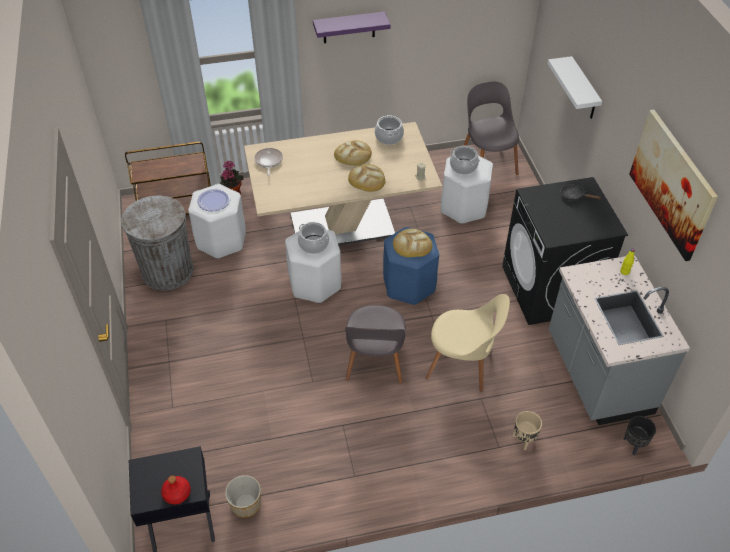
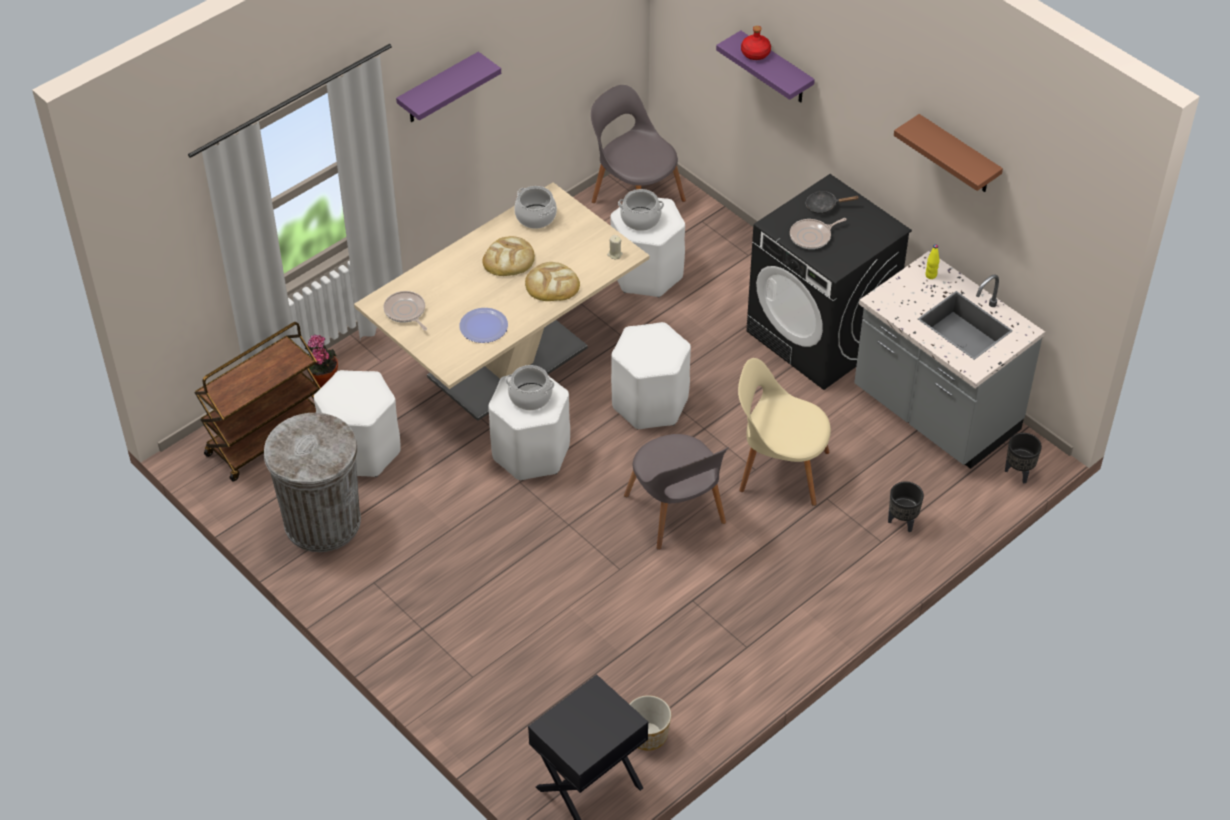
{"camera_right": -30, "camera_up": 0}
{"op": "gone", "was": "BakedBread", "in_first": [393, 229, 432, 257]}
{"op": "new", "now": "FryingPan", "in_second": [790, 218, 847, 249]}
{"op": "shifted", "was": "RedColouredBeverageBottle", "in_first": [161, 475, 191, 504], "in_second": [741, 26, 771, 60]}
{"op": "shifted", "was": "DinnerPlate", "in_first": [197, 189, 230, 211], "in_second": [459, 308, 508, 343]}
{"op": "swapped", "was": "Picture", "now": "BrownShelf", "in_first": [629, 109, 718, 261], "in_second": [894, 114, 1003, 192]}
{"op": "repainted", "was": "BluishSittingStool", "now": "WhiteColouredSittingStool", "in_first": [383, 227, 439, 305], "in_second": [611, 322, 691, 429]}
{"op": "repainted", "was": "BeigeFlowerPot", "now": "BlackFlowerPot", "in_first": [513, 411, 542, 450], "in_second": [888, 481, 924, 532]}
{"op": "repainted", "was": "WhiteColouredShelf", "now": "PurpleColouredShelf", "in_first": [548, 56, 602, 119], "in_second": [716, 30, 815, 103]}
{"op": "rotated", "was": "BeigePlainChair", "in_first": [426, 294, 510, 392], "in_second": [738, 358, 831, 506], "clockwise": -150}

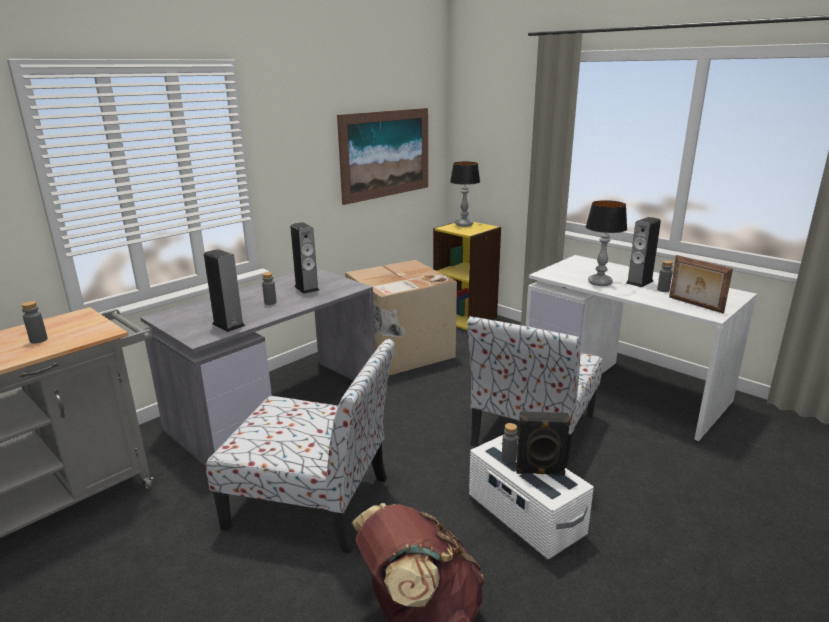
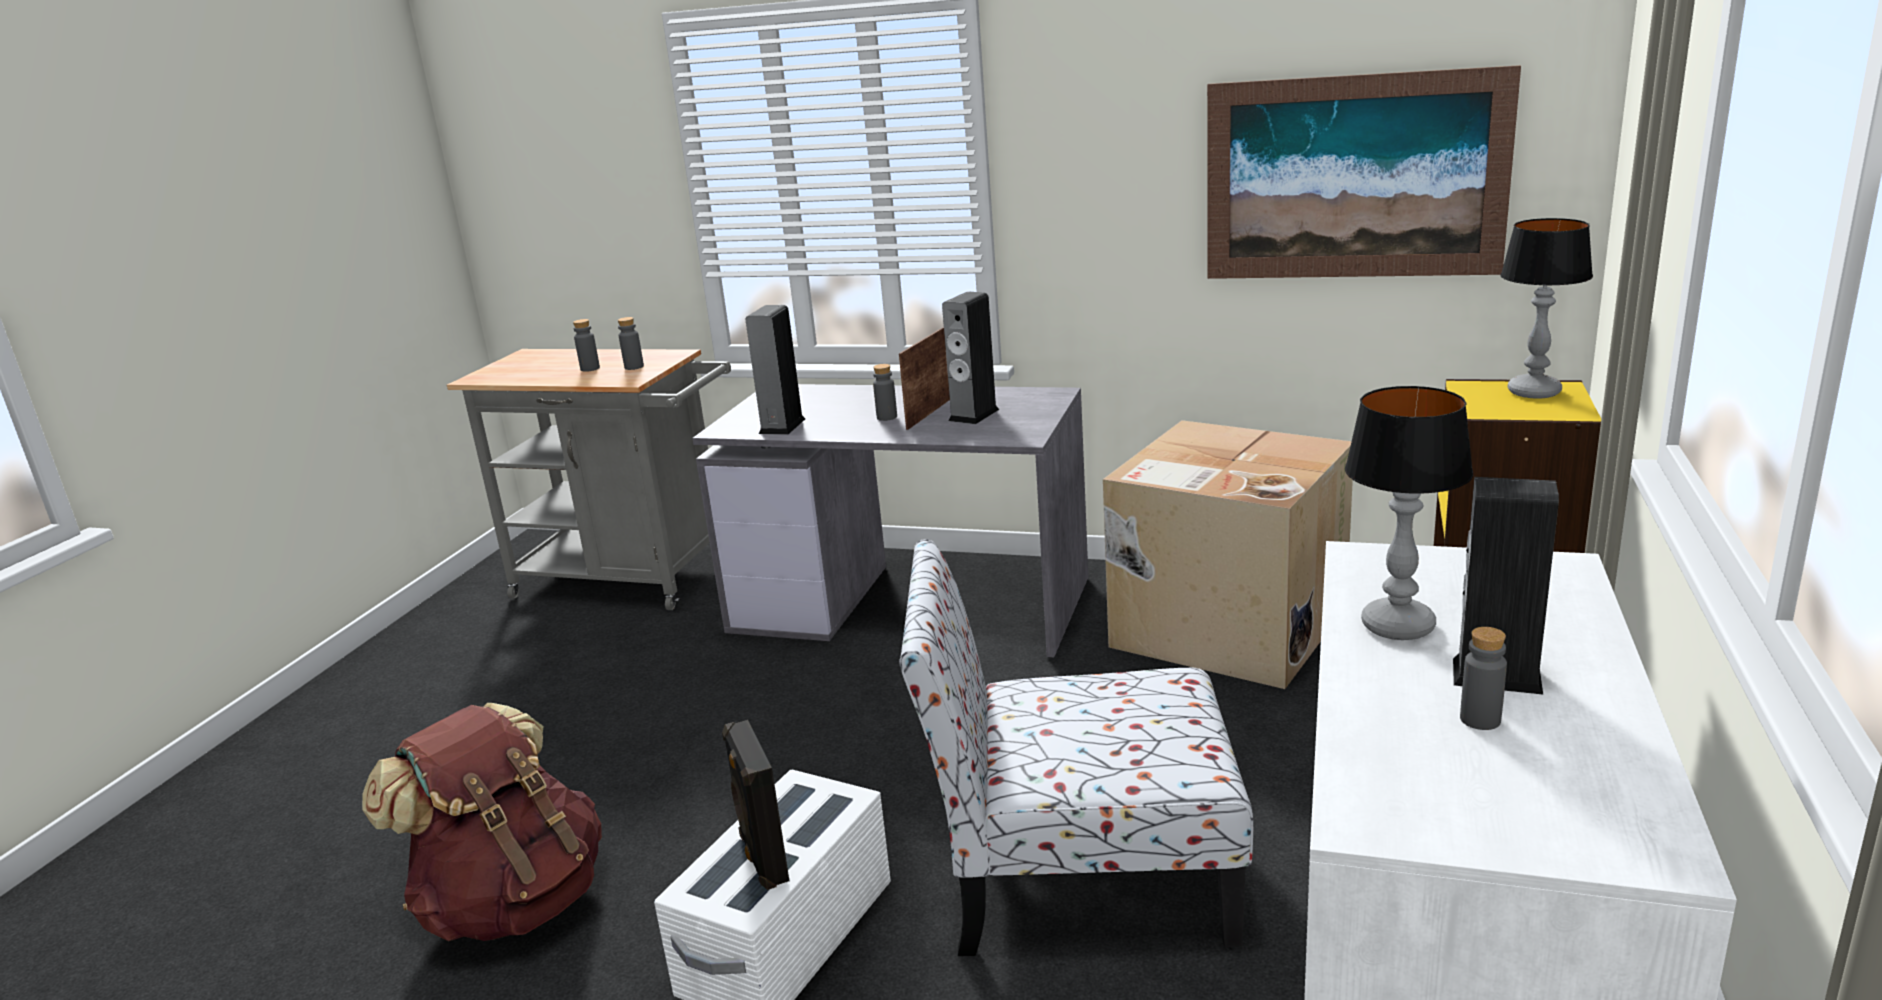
{"camera_right": 65, "camera_up": 0}
{"op": "gone", "was": "PlainChair", "in_first": [206, 339, 395, 554]}
{"op": "shifted", "was": "GreyBeverageBottle", "in_first": [502, 423, 518, 463], "in_second": [618, 317, 644, 370]}
{"op": "shifted", "was": "StandingFrame", "in_first": [669, 255, 733, 314], "in_second": [899, 327, 950, 430]}

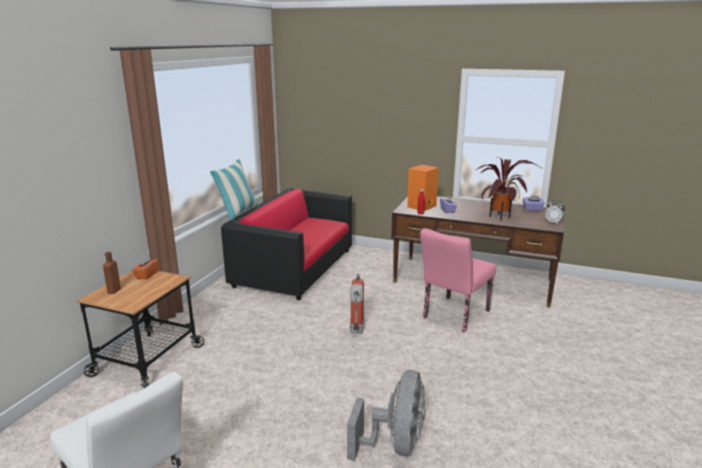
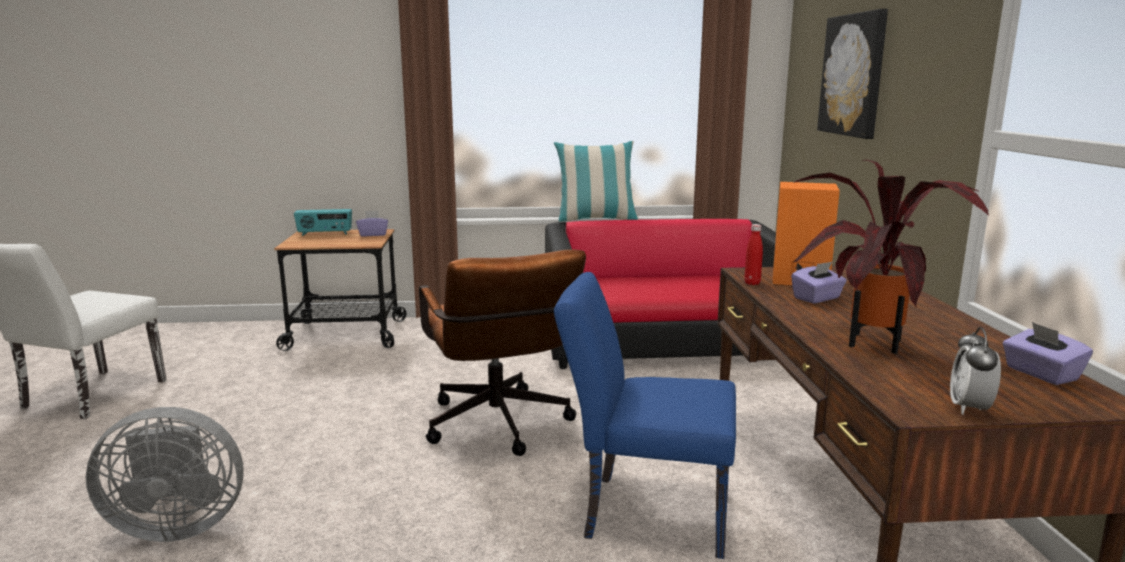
{"camera_right": 65, "camera_up": -5}
{"op": "new", "now": "Picture", "in_second": [817, 9, 888, 139]}
{"op": "swapped", "was": "BrownBeverageBottle", "now": "RadioSet", "in_first": [103, 252, 121, 294], "in_second": [294, 209, 352, 236]}
{"op": "swapped", "was": "FireExtinguisher", "now": "BrownDeskChair", "in_first": [350, 274, 365, 334], "in_second": [419, 249, 586, 456]}
{"op": "repainted", "was": "OrangeyTissueBox", "now": "PurpleColouredTissueBox", "in_first": [132, 255, 159, 280], "in_second": [356, 211, 388, 237]}
{"op": "repainted", "was": "PinkishPlainChair", "now": "BluishPlainChair", "in_first": [420, 228, 496, 332], "in_second": [554, 272, 736, 559]}

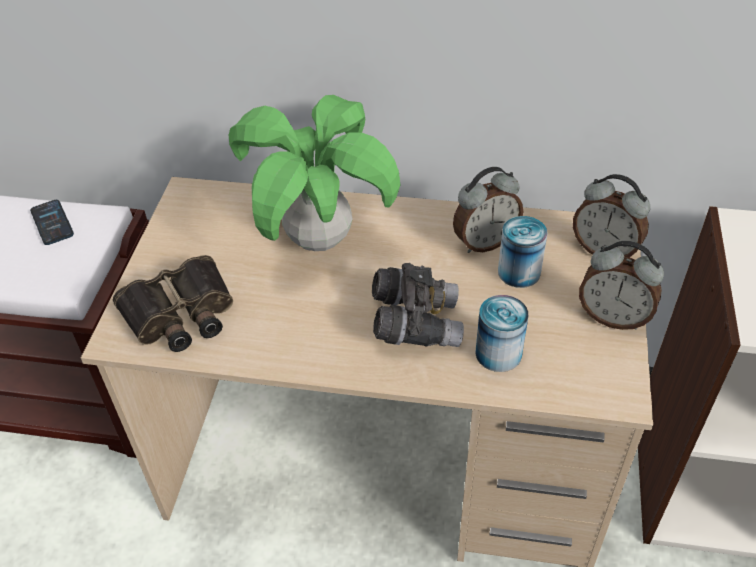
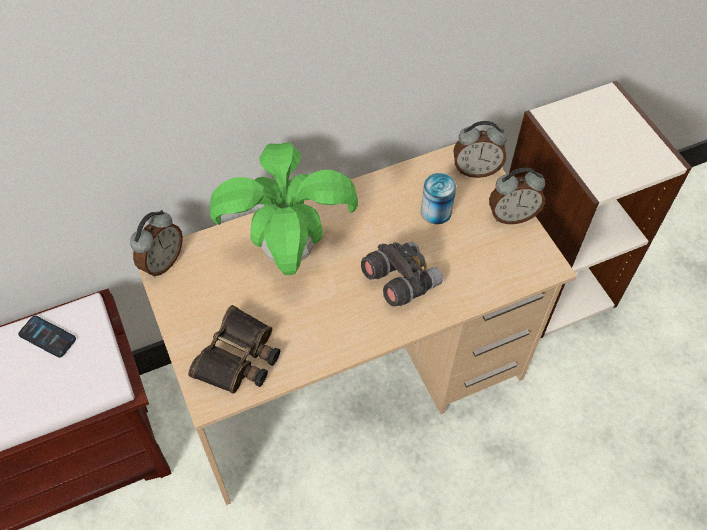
{"camera_right": -35, "camera_up": 10}
{"op": "gone", "was": "MetalCan", "in_first": [476, 295, 528, 372]}
{"op": "shifted", "was": "TableClock", "in_first": [453, 167, 523, 253], "in_second": [130, 210, 183, 277]}

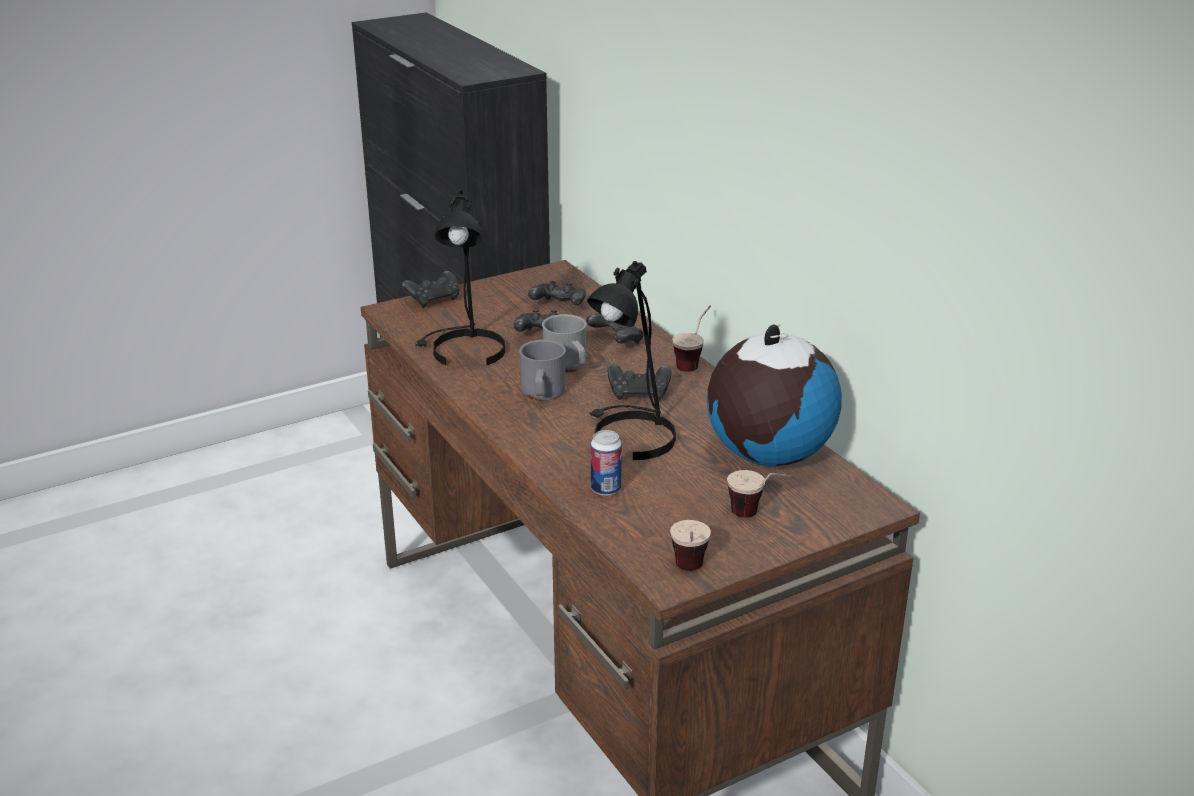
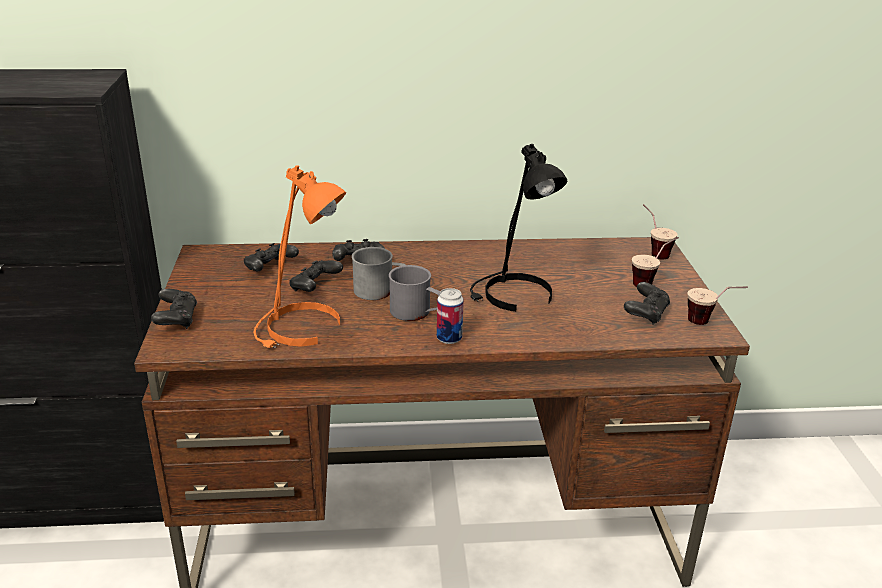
{"camera_right": -65, "camera_up": 0}
{"op": "gone", "was": "DeskGlobe", "in_first": [707, 325, 842, 466]}
{"op": "shifted", "was": "MetalCan", "in_first": [591, 430, 622, 496], "in_second": [437, 288, 464, 344]}
{"op": "shifted", "was": "BlackGamepad", "in_first": [608, 364, 671, 401], "in_second": [624, 282, 670, 325]}
{"op": "shifted", "was": "SmallCup", "in_first": [672, 305, 711, 372], "in_second": [643, 204, 677, 259]}
{"op": "repainted", "was": "BlackTabletopLamp", "now": "OrangeyTabletopLamp", "in_first": [415, 189, 505, 365], "in_second": [253, 165, 346, 348]}

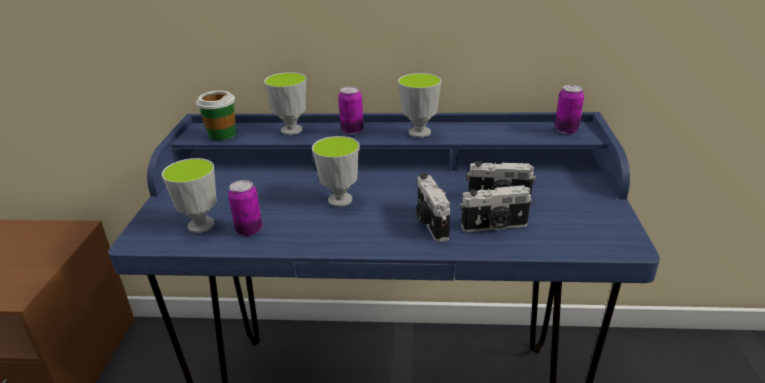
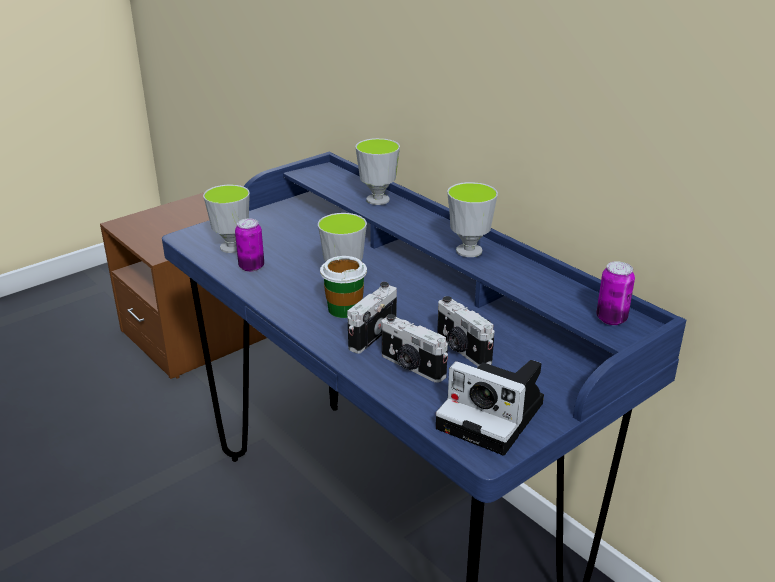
{"camera_right": 45, "camera_up": 0}
{"op": "gone", "was": "MetalCan", "in_first": [338, 87, 364, 135]}
{"op": "new", "now": "StillCamera", "in_second": [436, 360, 544, 456]}
{"op": "shifted", "was": "SmallCup", "in_first": [196, 90, 236, 141], "in_second": [320, 256, 367, 318]}

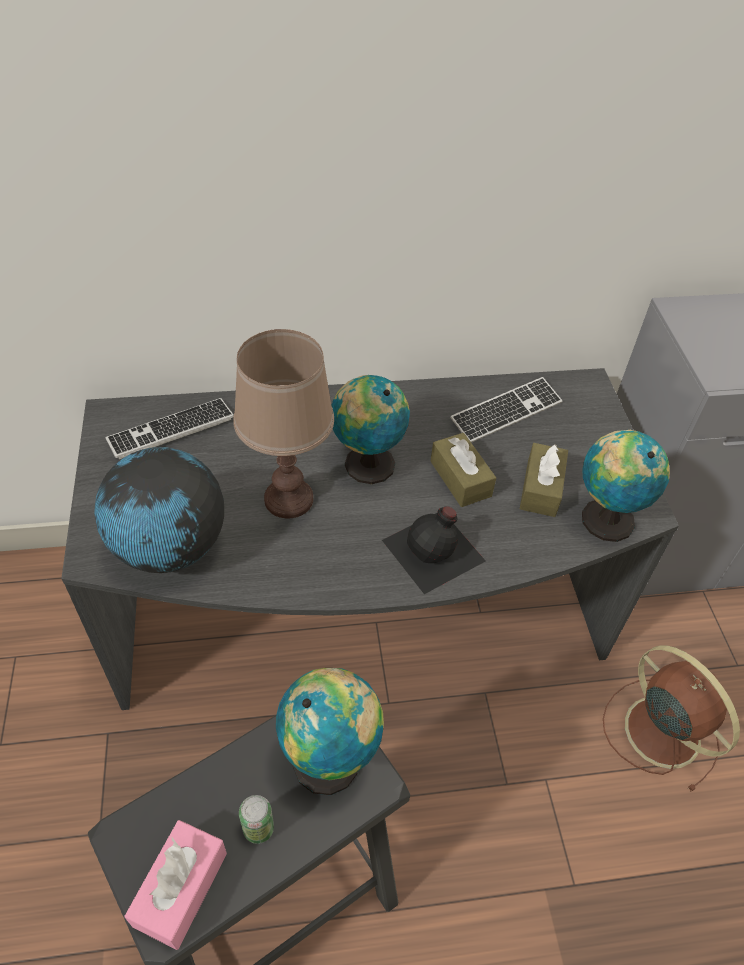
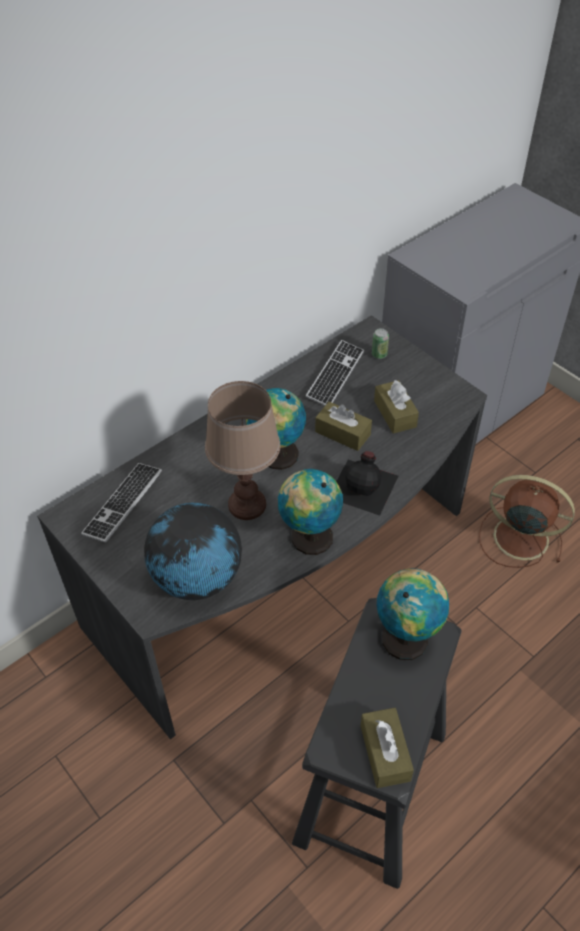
{"camera_right": -30, "camera_up": 0}
{"op": "shifted", "was": "MetalCan", "in_first": [239, 795, 274, 844], "in_second": [372, 328, 389, 359]}
{"op": "shifted", "was": "DeskGlobe", "in_first": [582, 430, 670, 542], "in_second": [278, 469, 343, 555]}
{"op": "repainted", "was": "PinkishTissueBox", "now": "BrownTissueBox", "in_first": [125, 820, 227, 950], "in_second": [361, 708, 414, 788]}

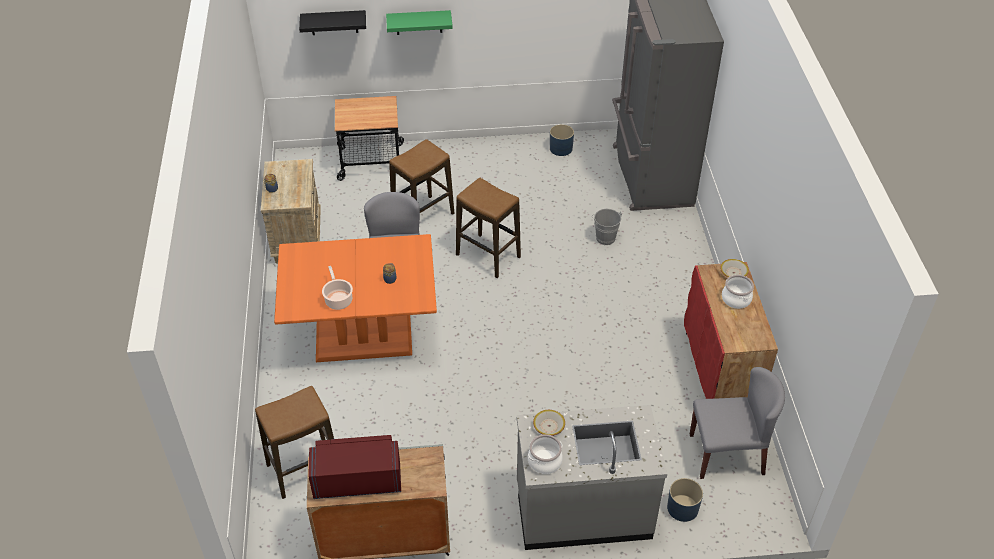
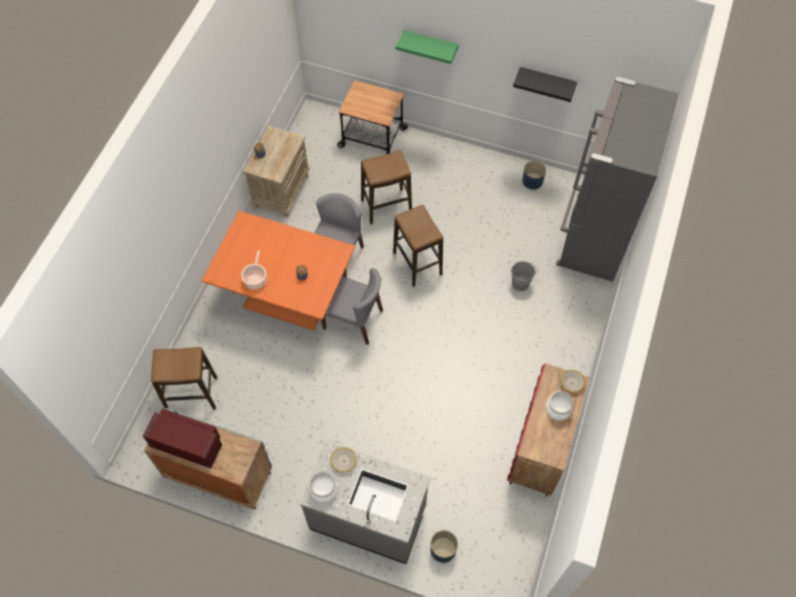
{"camera_right": 25, "camera_up": 15}
{"op": "shifted", "was": "BlackShelf", "in_first": [299, 10, 366, 35], "in_second": [513, 67, 577, 102]}
{"op": "shifted", "was": "GreyPlainChair", "in_first": [690, 367, 785, 479], "in_second": [321, 268, 383, 345]}

